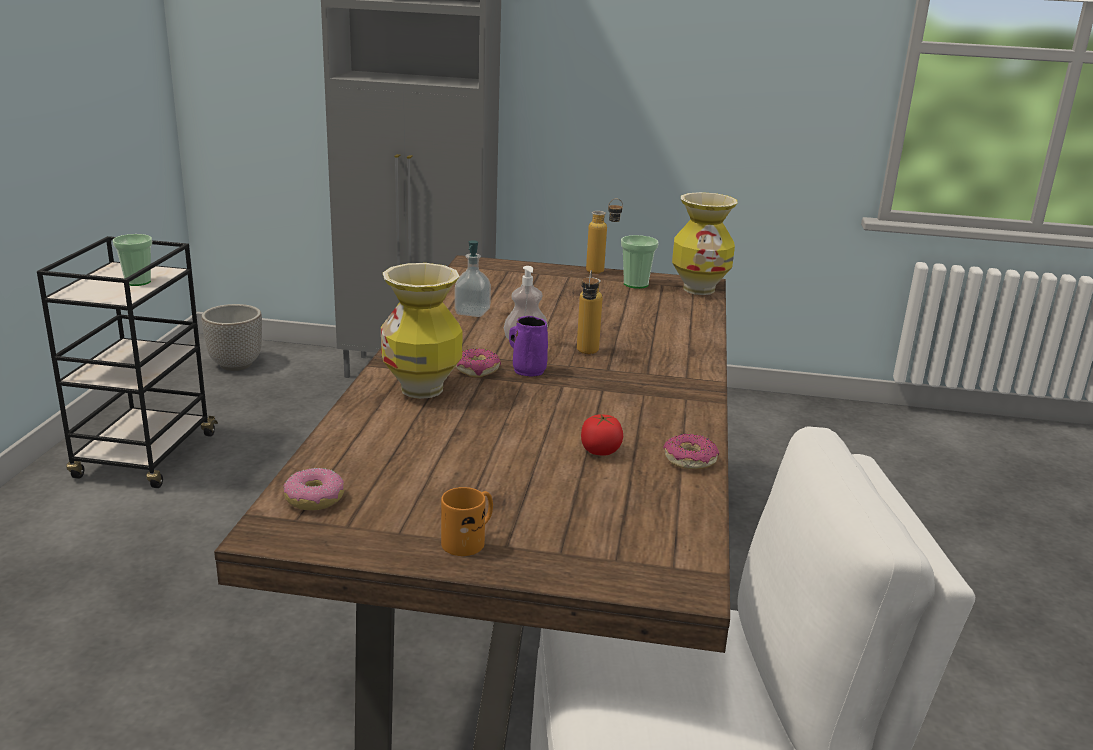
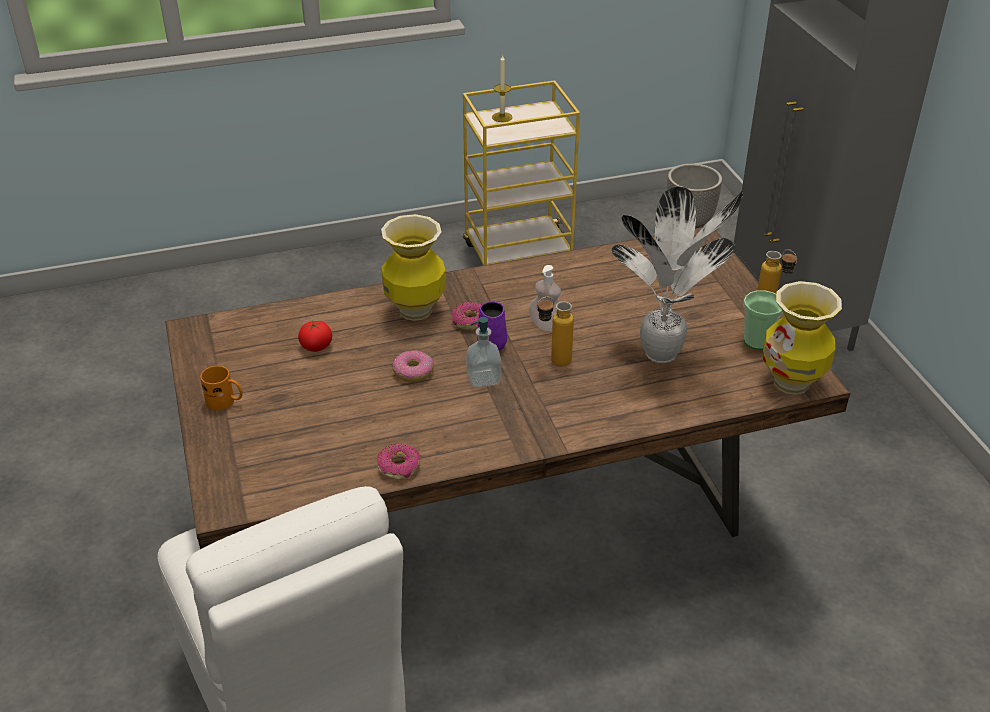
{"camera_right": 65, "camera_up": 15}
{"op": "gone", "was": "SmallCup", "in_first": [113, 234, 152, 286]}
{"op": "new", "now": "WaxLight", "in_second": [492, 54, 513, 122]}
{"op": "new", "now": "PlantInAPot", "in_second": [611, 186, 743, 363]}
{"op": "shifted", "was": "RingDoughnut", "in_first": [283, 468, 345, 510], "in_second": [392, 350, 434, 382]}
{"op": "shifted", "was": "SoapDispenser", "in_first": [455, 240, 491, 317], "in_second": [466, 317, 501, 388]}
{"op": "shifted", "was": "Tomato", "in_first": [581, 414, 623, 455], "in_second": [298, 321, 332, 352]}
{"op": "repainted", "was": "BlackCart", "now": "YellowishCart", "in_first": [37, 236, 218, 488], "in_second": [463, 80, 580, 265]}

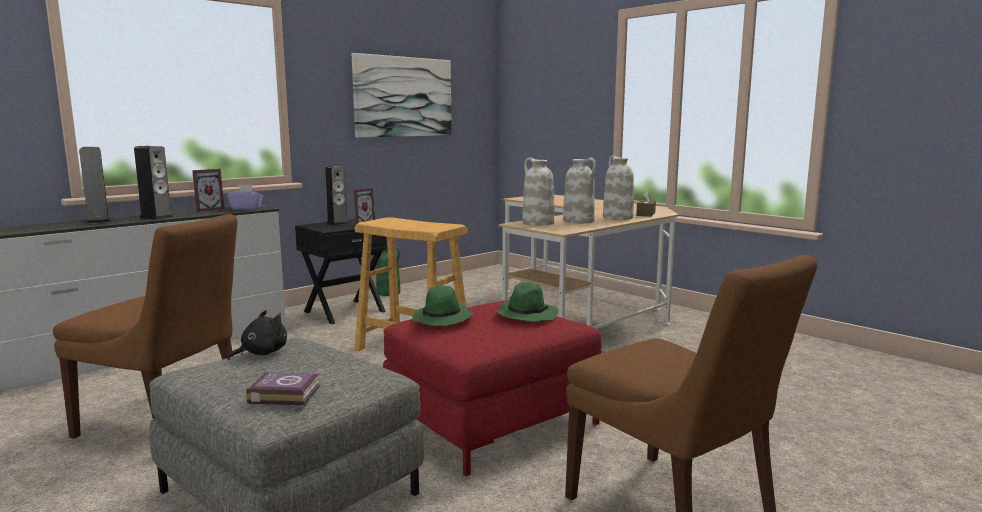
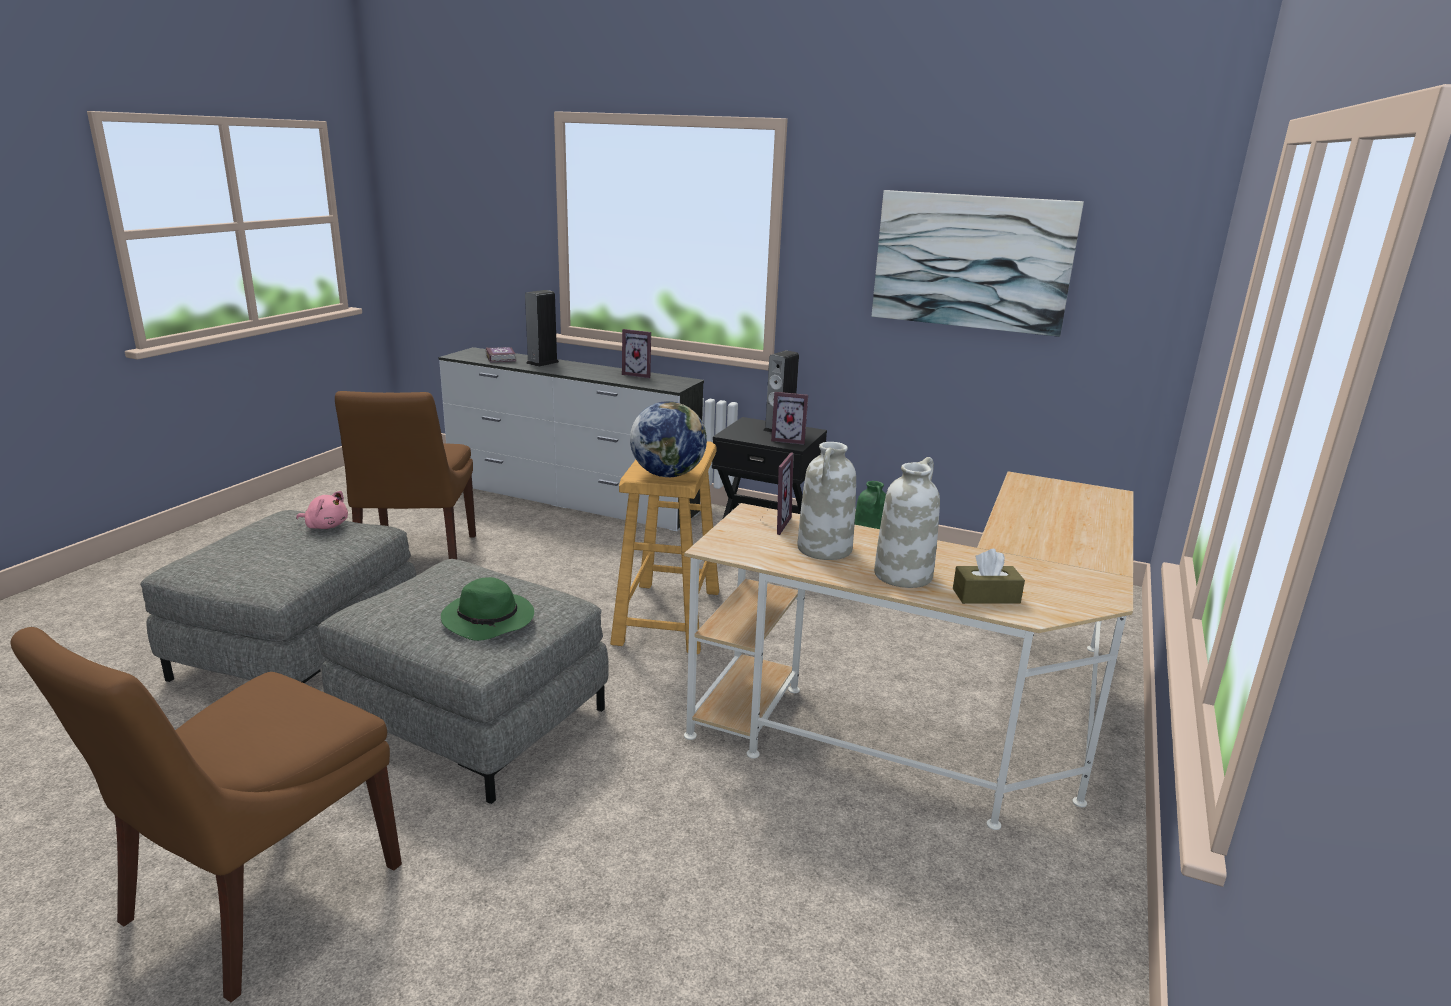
{"camera_right": 65, "camera_up": 10}
{"op": "gone", "was": "Loudspeaker", "in_first": [134, 146, 173, 220]}
{"op": "gone", "was": "PurpleColouredTissueBox", "in_first": [227, 185, 263, 210]}
{"op": "gone", "was": "GreenWearableHat", "in_first": [412, 286, 474, 326]}
{"op": "new", "now": "DeskGlobe", "in_second": [630, 401, 707, 477]}
{"op": "shifted", "was": "Book", "in_first": [246, 373, 320, 405], "in_second": [486, 347, 516, 363]}
{"op": "swapped", "was": "WhiteColouredFlowerVase", "now": "StandingFrame", "in_first": [523, 157, 554, 226], "in_second": [761, 452, 794, 535]}
{"op": "repainted", "was": "BlackPlushToy", "now": "PinkishPlushToy", "in_first": [227, 310, 287, 360], "in_second": [296, 491, 348, 529]}
{"op": "repainted", "was": "RedColouredOttoman", "now": "GreyOttoman", "in_first": [383, 300, 602, 476], "in_second": [318, 559, 609, 804]}

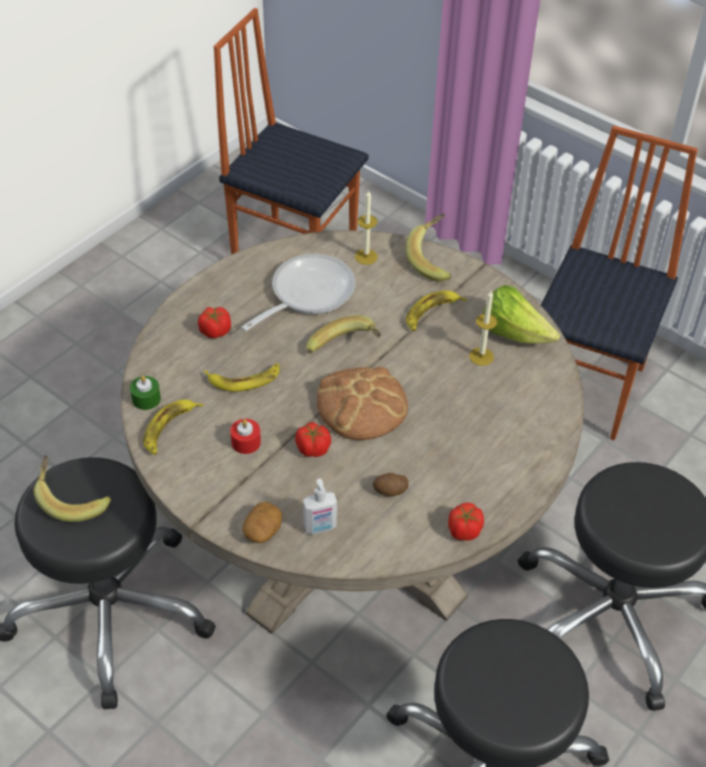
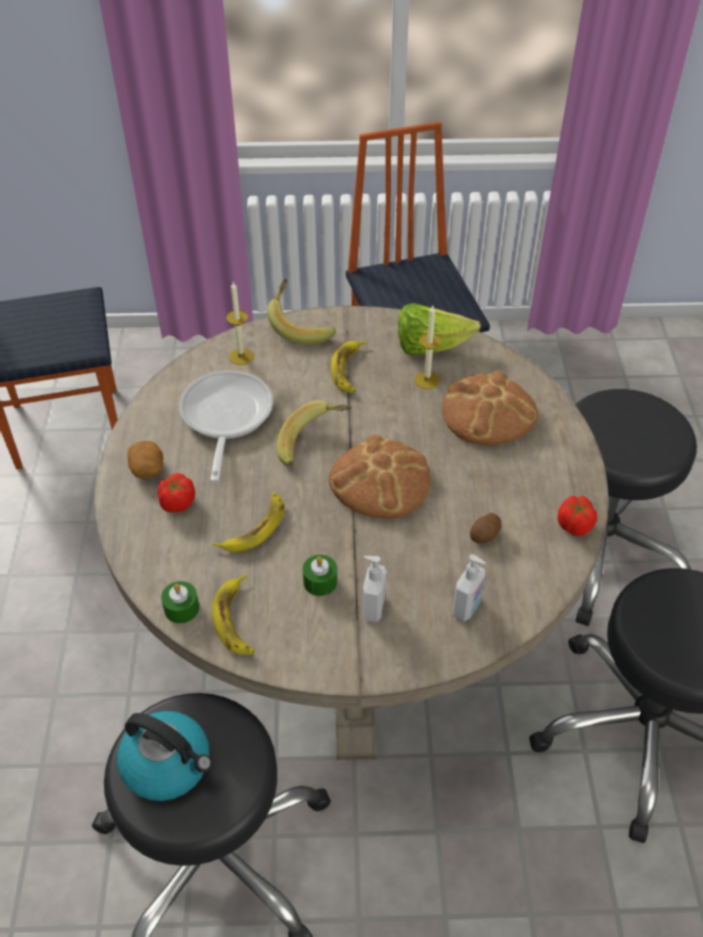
{"camera_right": -40, "camera_up": 0}
{"op": "gone", "was": "Tomato", "in_first": [295, 422, 331, 457]}
{"op": "new", "now": "SoapDispenser", "in_second": [362, 556, 387, 623]}
{"op": "new", "now": "BakedBread", "in_second": [442, 371, 538, 445]}
{"op": "shifted", "was": "Potato", "in_first": [242, 502, 282, 543], "in_second": [127, 441, 163, 479]}
{"op": "swapped", "was": "Banana", "now": "TeaKettle", "in_first": [34, 455, 111, 522], "in_second": [117, 711, 212, 801]}
{"op": "repainted", "was": "RedColouredWaxLight", "now": "GreenWaxLight", "in_first": [230, 419, 261, 454], "in_second": [303, 555, 337, 596]}

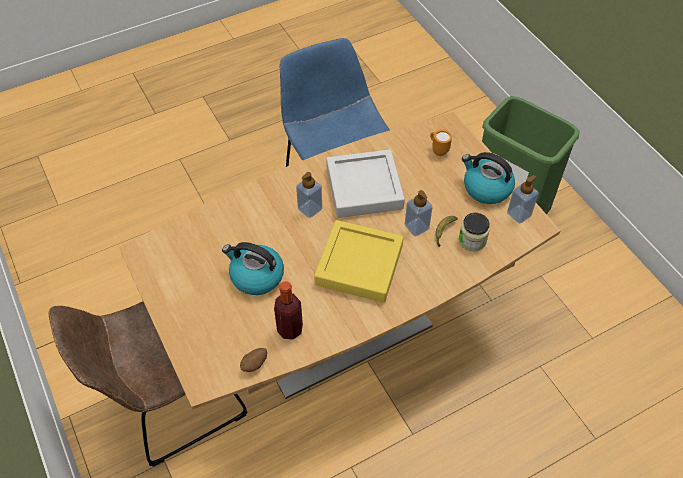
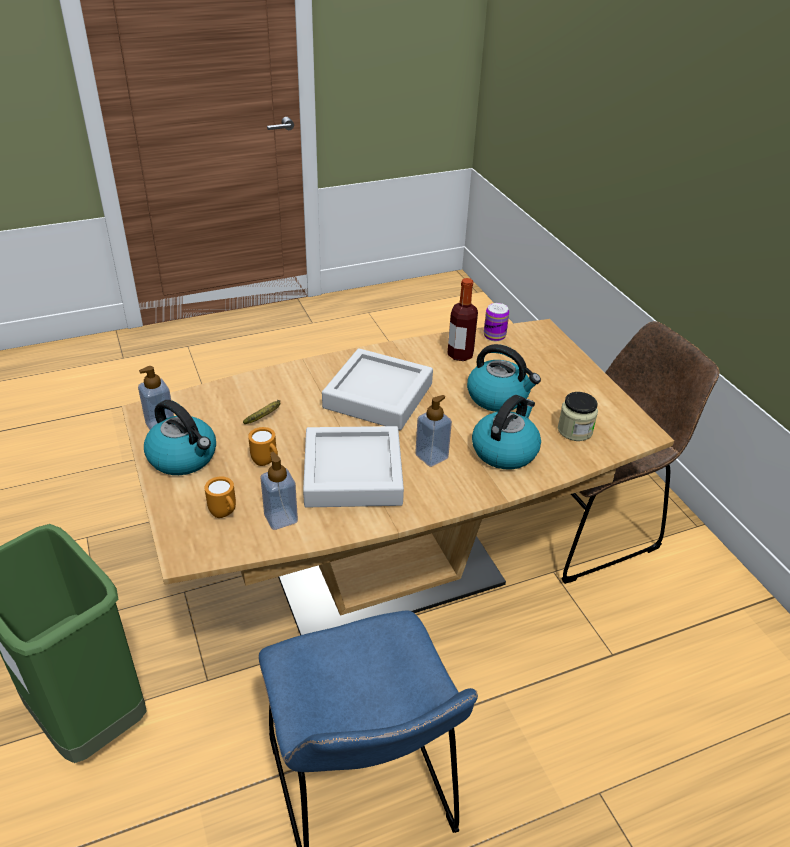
{"camera_right": -175, "camera_up": -15}
{"op": "new", "now": "OrangeyMug", "in_second": [248, 427, 278, 466]}
{"op": "new", "now": "TeaKettle", "in_second": [472, 395, 541, 469]}
{"op": "shifted", "was": "SoapDispenser", "in_first": [405, 190, 433, 236], "in_second": [261, 452, 298, 530]}
{"op": "shifted", "was": "PreserveJar", "in_first": [459, 213, 490, 251], "in_second": [558, 392, 598, 441]}
{"op": "swapped", "was": "Potato", "now": "MetalCan", "in_first": [240, 348, 267, 372], "in_second": [484, 303, 509, 341]}
{"op": "repainted", "was": "YellowishCarryingTray", "now": "GreyCarryingTray", "in_first": [314, 220, 404, 303], "in_second": [322, 348, 433, 430]}

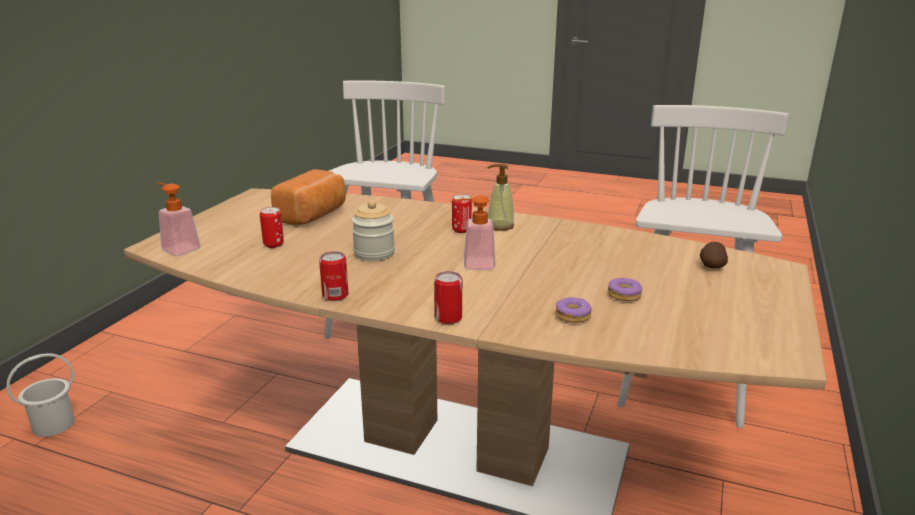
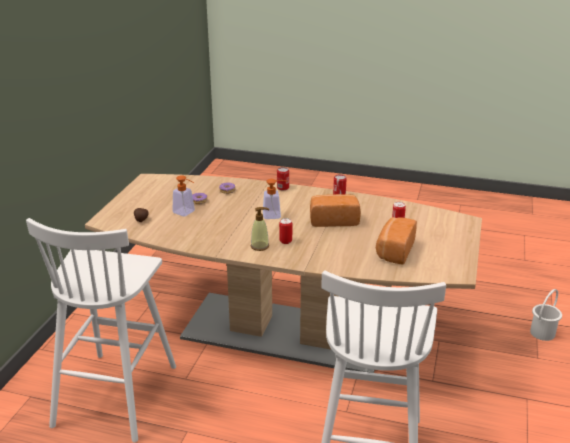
{"camera_right": 175, "camera_up": 5}
{"op": "shifted", "was": "SoapDispenser", "in_first": [155, 183, 201, 256], "in_second": [173, 175, 195, 216]}
{"op": "swapped", "was": "PreserveJar", "now": "BakedBread", "in_first": [351, 200, 395, 261], "in_second": [310, 194, 361, 227]}

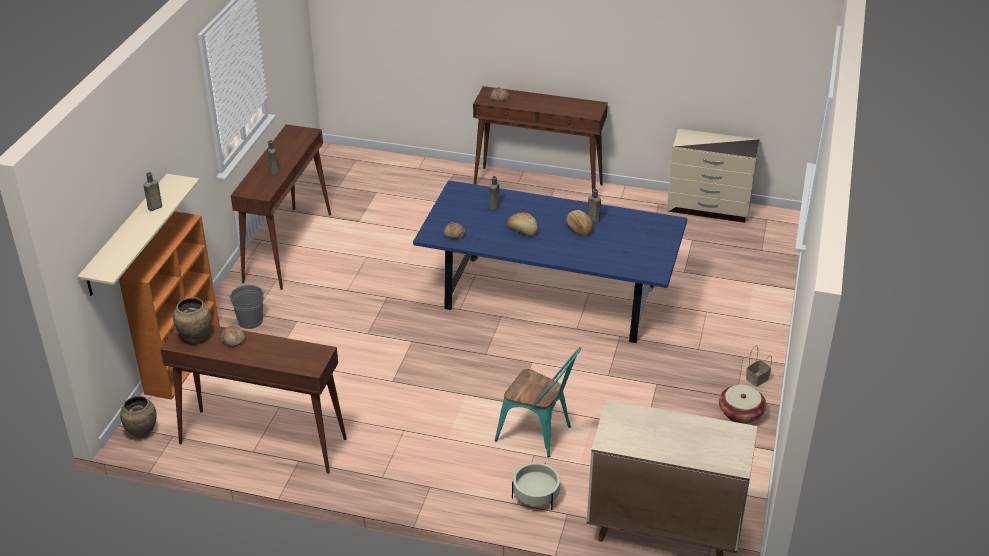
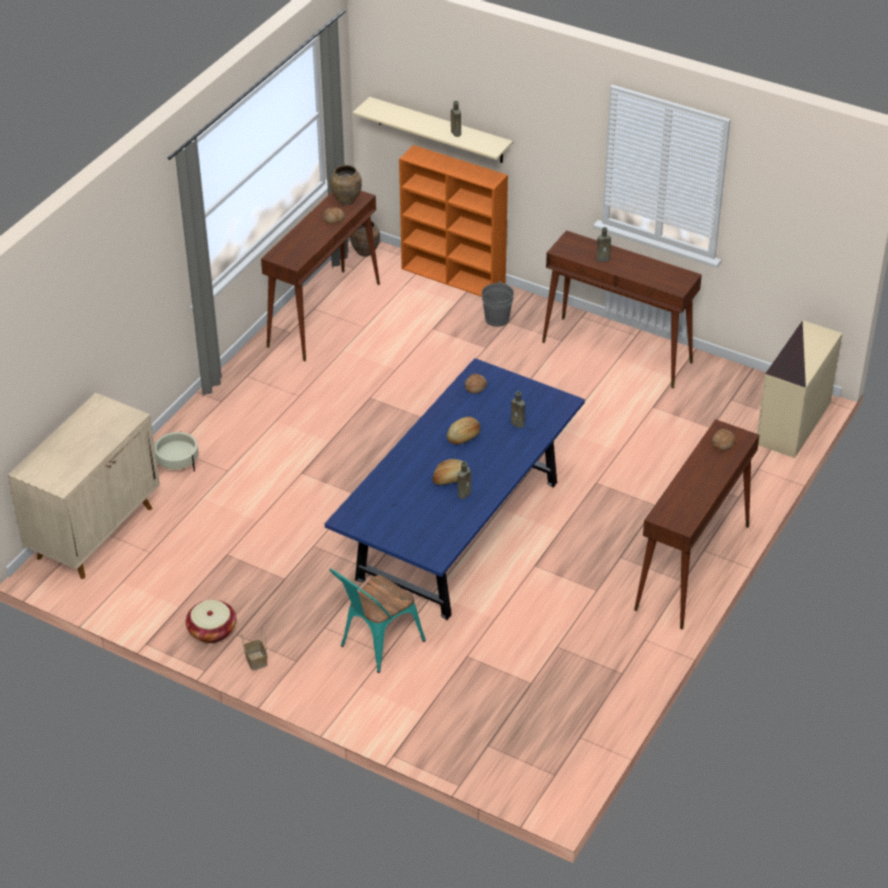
{"camera_right": 105, "camera_up": 5}
{"op": "shifted", "was": "TurquoisePlainChair", "in_first": [495, 347, 582, 457], "in_second": [330, 569, 426, 673]}
{"op": "shifted", "was": "BeigeDrawerChest", "in_first": [667, 129, 760, 223], "in_second": [757, 320, 842, 458]}

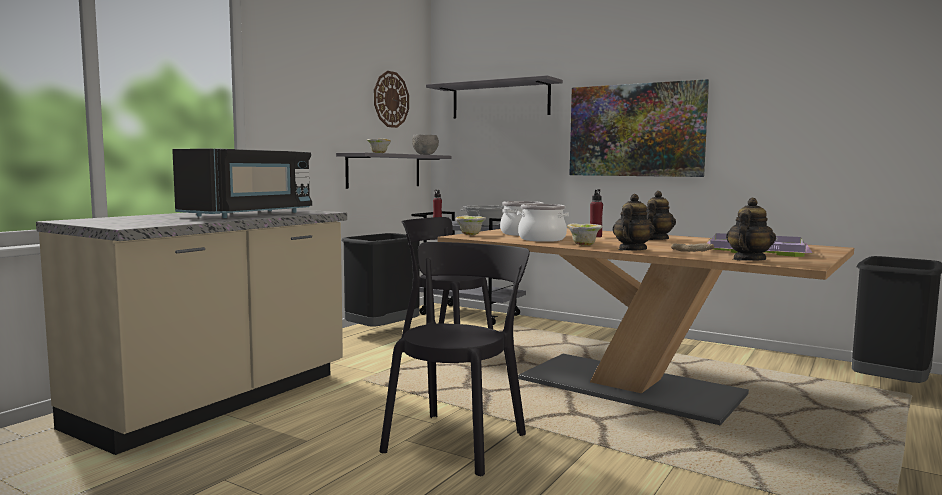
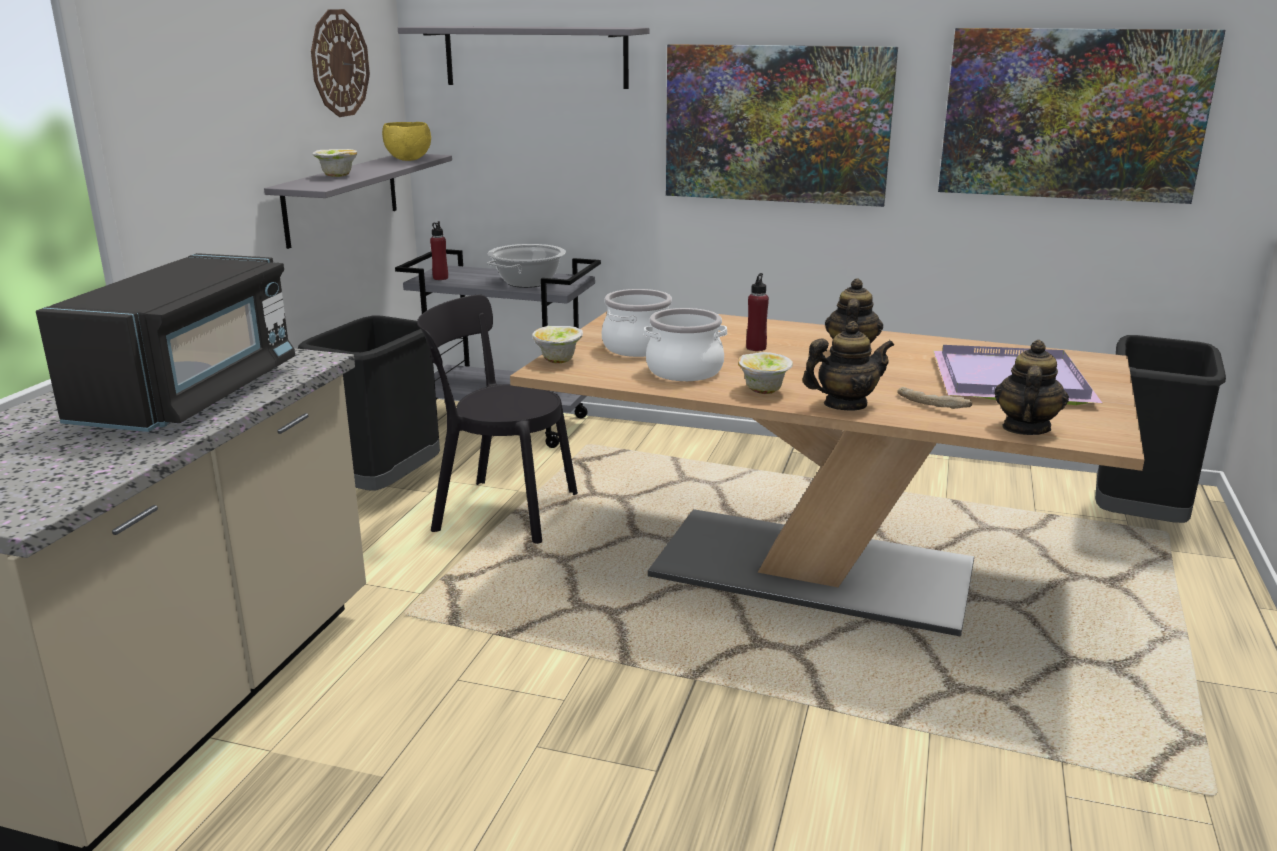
{"camera_right": -15, "camera_up": 15}
{"op": "gone", "was": "BlackPlainChair", "in_first": [380, 242, 530, 476]}
{"op": "new", "now": "Picture", "in_second": [938, 28, 1225, 204]}
{"op": "repainted", "was": "GreyServingBowl", "now": "YellowishServingBowl", "in_first": [412, 134, 439, 155], "in_second": [382, 122, 431, 161]}
{"op": "rotated", "was": "PotForTea", "in_first": [612, 194, 655, 251], "in_second": [802, 321, 894, 411], "clockwise": 60}

